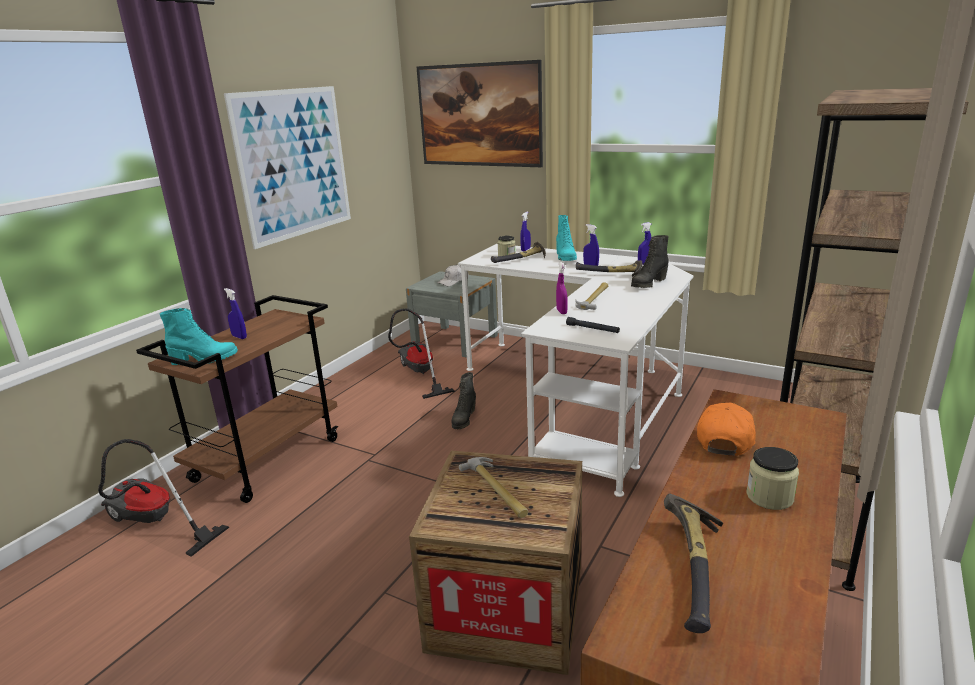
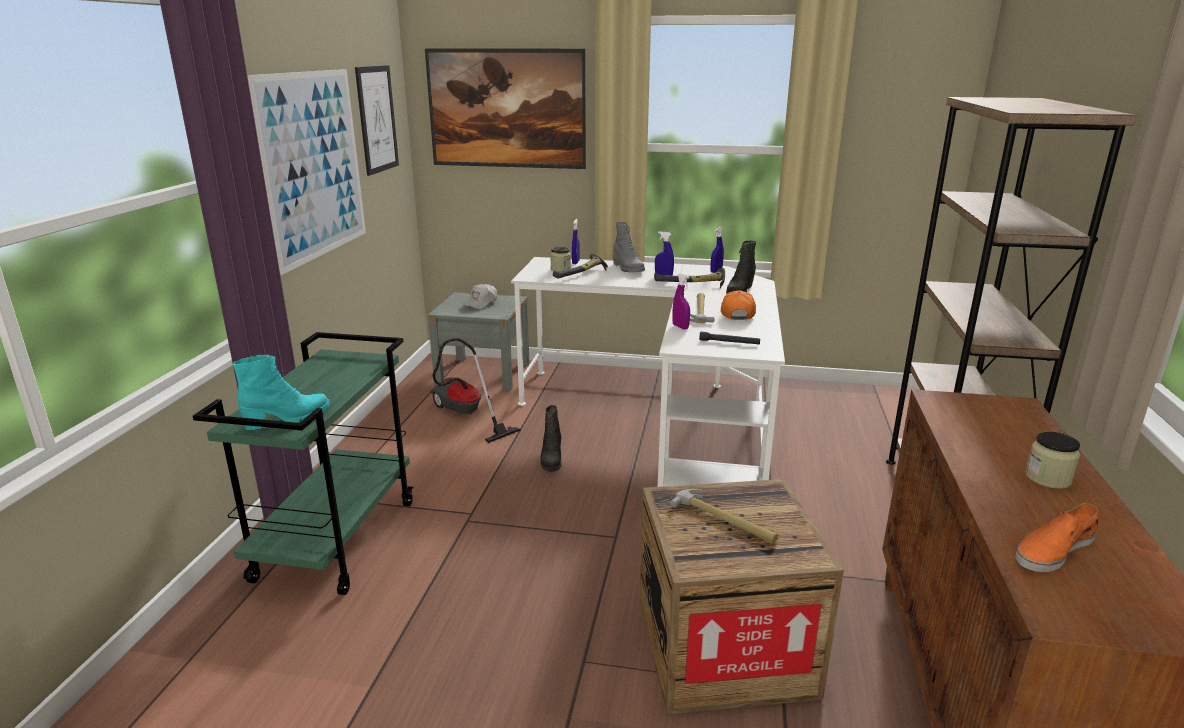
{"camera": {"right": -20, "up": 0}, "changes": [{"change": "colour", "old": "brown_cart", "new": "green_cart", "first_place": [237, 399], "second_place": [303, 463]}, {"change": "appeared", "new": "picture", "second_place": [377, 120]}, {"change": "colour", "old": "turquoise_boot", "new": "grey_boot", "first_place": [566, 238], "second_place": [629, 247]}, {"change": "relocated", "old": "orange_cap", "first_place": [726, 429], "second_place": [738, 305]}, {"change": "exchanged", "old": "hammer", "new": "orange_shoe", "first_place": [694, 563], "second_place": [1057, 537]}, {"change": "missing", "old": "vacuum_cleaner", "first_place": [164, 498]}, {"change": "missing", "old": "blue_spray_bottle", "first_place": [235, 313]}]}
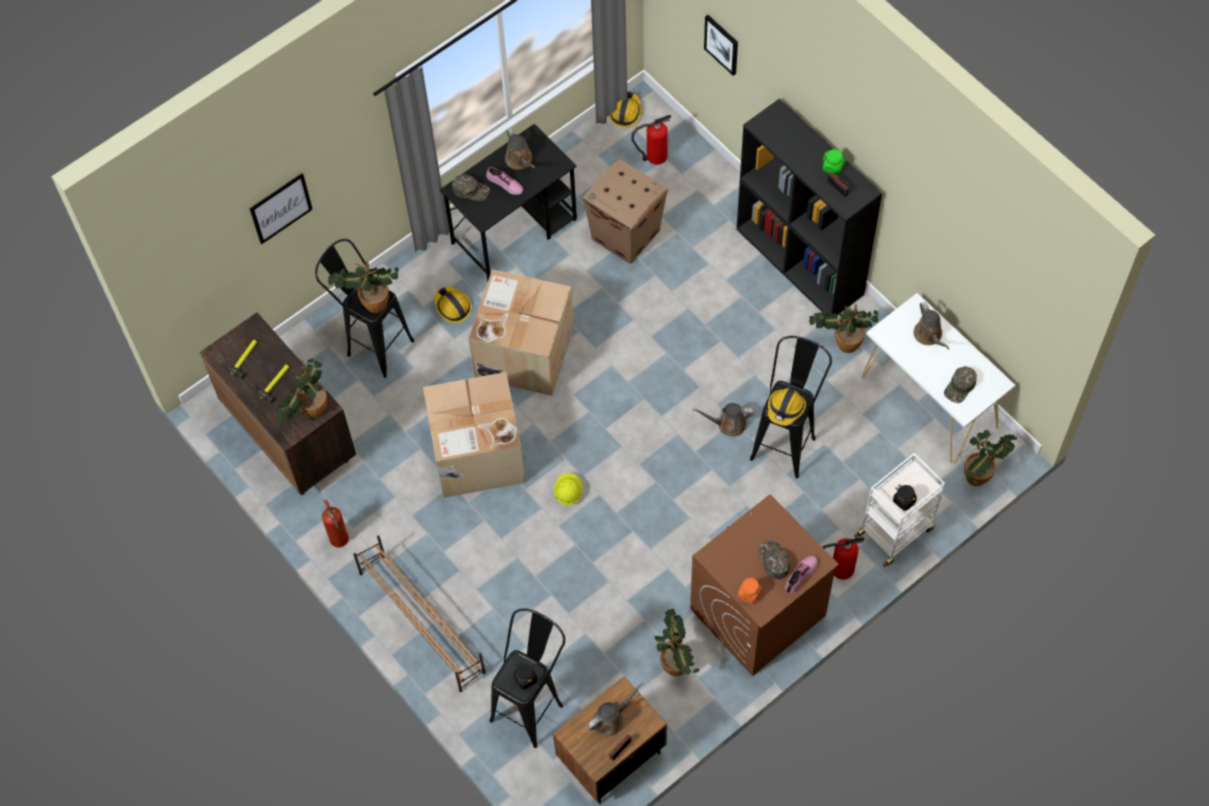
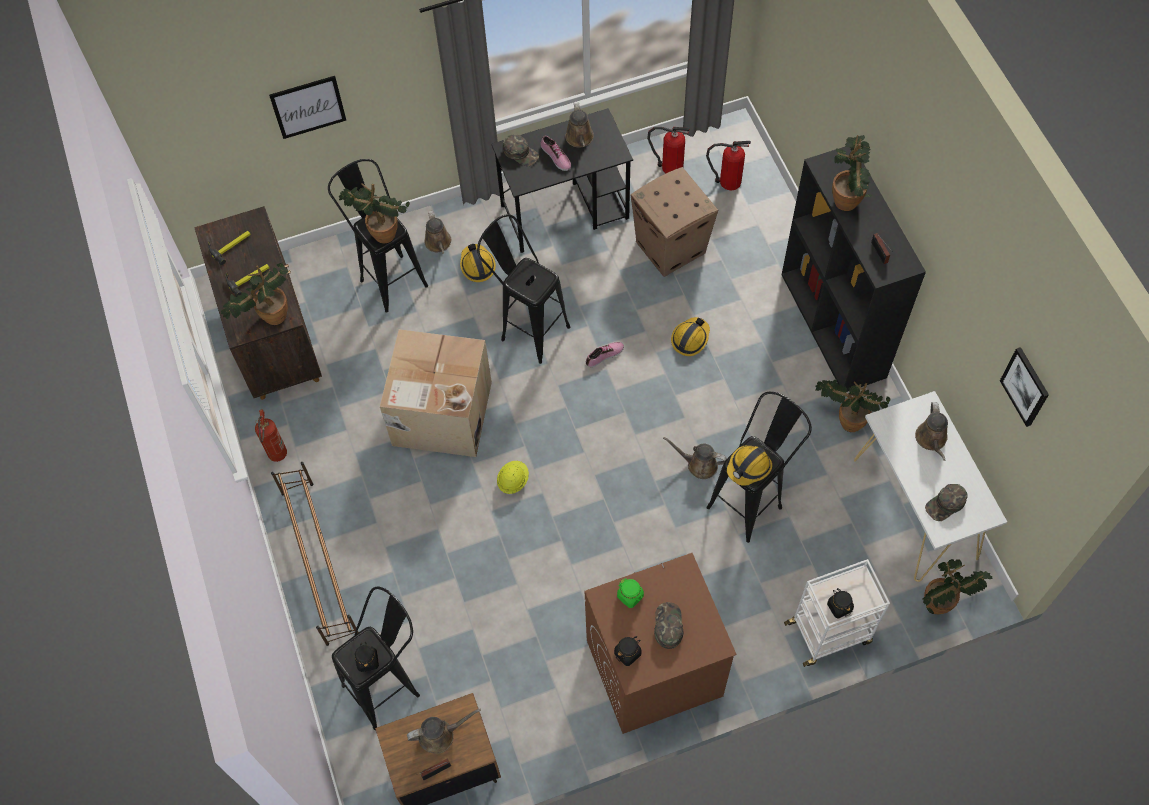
{"camera": {"right": 20, "up": 0}, "changes": [{"change": "appeared", "new": "brown_watering_can", "second_place": [437, 232]}, {"change": "exchanged", "old": "cardboard_box", "new": "black_stool", "first_place": [521, 332], "second_place": [523, 289]}, {"change": "relocated", "old": "shoe", "first_place": [801, 575], "second_place": [605, 354]}, {"change": "colour", "old": "orange_jar", "new": "black_jar", "first_place": [750, 590], "second_place": [628, 651]}, {"change": "relocated", "old": "green_jar", "first_place": [834, 162], "second_place": [630, 593]}, {"change": "relocated", "old": "fire_extinguisher", "first_place": [844, 558], "second_place": [668, 150]}, {"change": "relocated", "old": "hard_hat", "first_place": [625, 110], "second_place": [690, 336]}, {"change": "relocated", "old": "potted_plant", "first_place": [677, 642], "second_place": [852, 173]}, {"change": "relocated", "old": "picture", "first_place": [721, 45], "second_place": [1024, 387]}]}
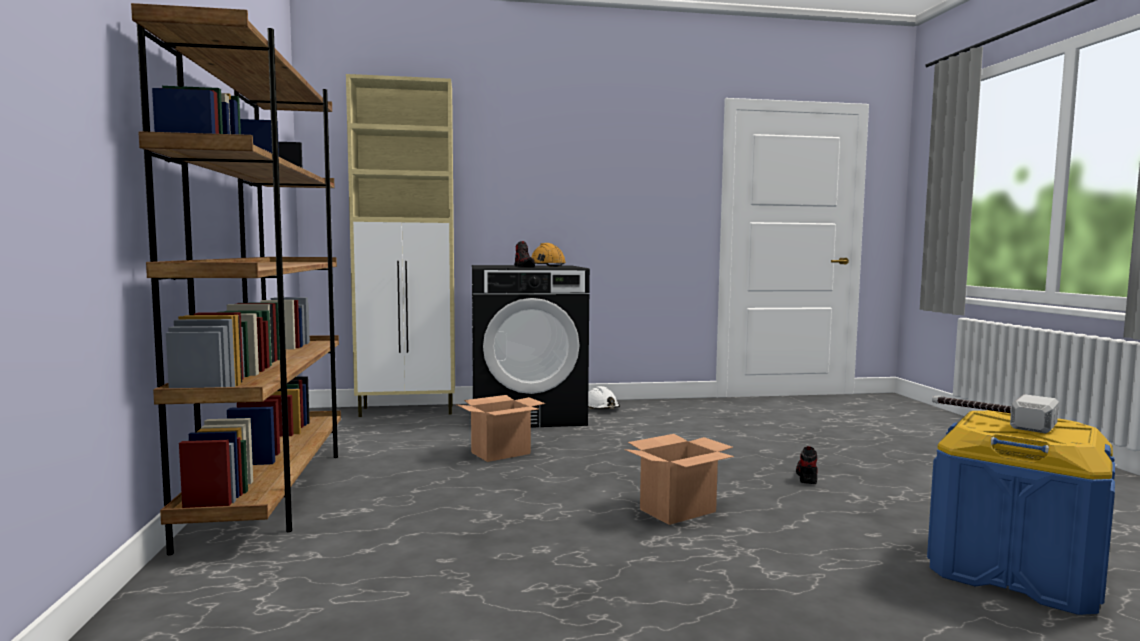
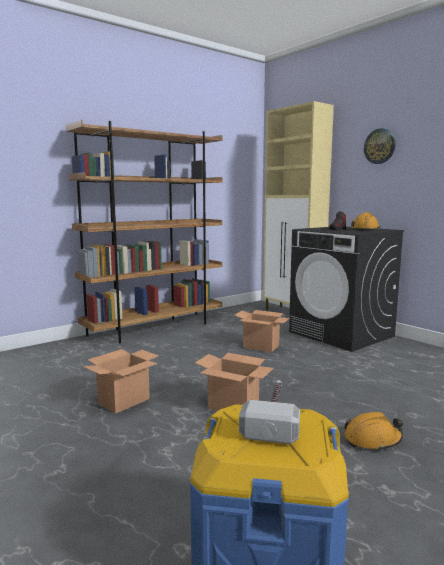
{"camera": {"right": 60, "up": 5}, "changes": [{"change": "appeared", "new": "cardboard_box", "second_place": [121, 381]}, {"change": "exchanged", "old": "shoe", "new": "orange_hard_hat", "first_place": [807, 465], "second_place": [373, 431]}, {"change": "appeared", "new": "wall_clock", "second_place": [380, 146]}, {"change": "missing", "old": "white_hard_hat", "first_place": [604, 397]}]}
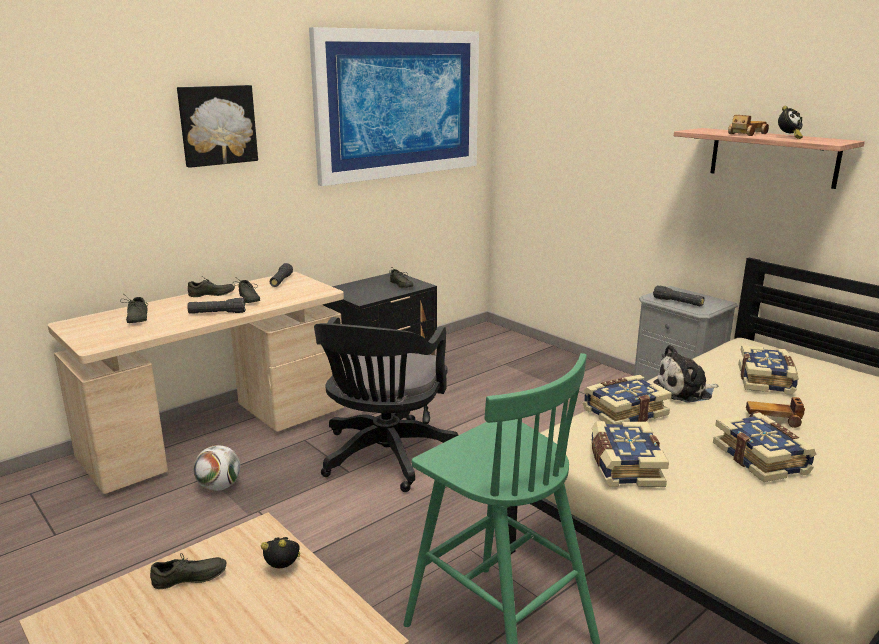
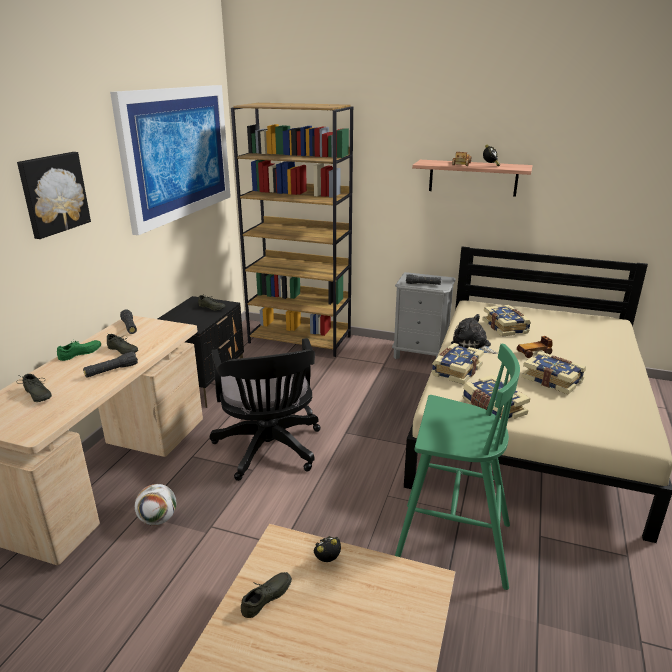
{"camera": {"right": -30, "up": 5}, "changes": [{"change": "colour", "old": "grey_shoe", "new": "green_shoe", "first_place": [211, 286], "second_place": [79, 350]}, {"change": "appeared", "new": "brown_bookcase", "second_place": [292, 230]}, {"change": "spun", "old": "plush_toy", "first_place": [685, 373], "second_place": [474, 334], "degrees": 90}]}
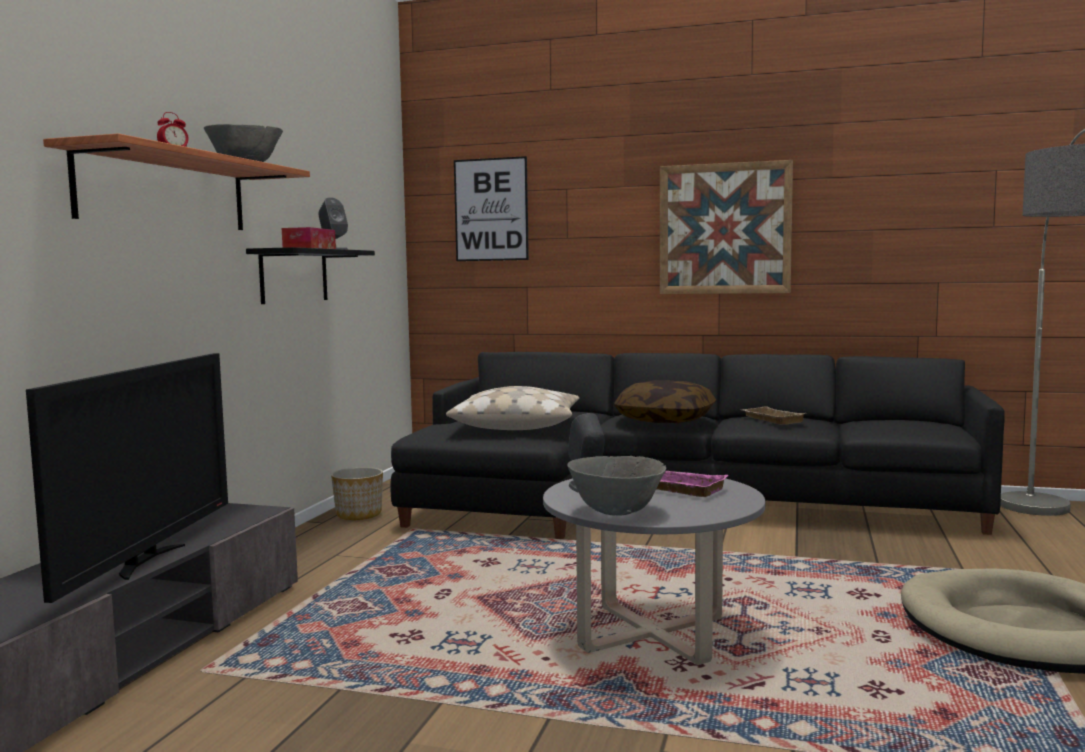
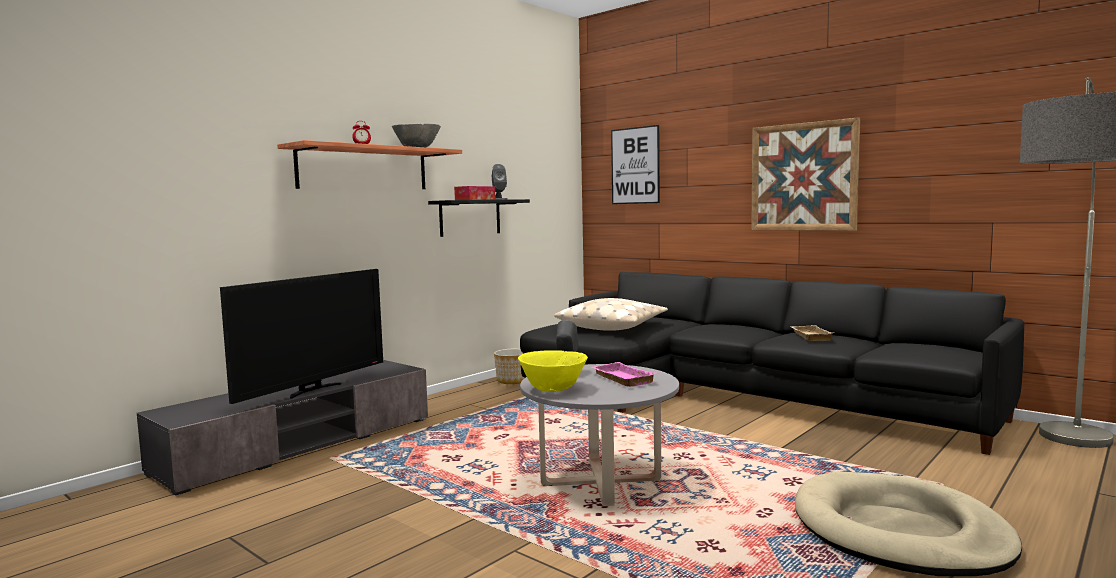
{"camera": {"right": 25, "up": 0}, "changes": [{"change": "colour", "old": "grey_bowl", "new": "yellow_bowl", "first_place": [616, 486], "second_place": [553, 371]}, {"change": "missing", "old": "pillow", "first_place": [665, 401]}]}
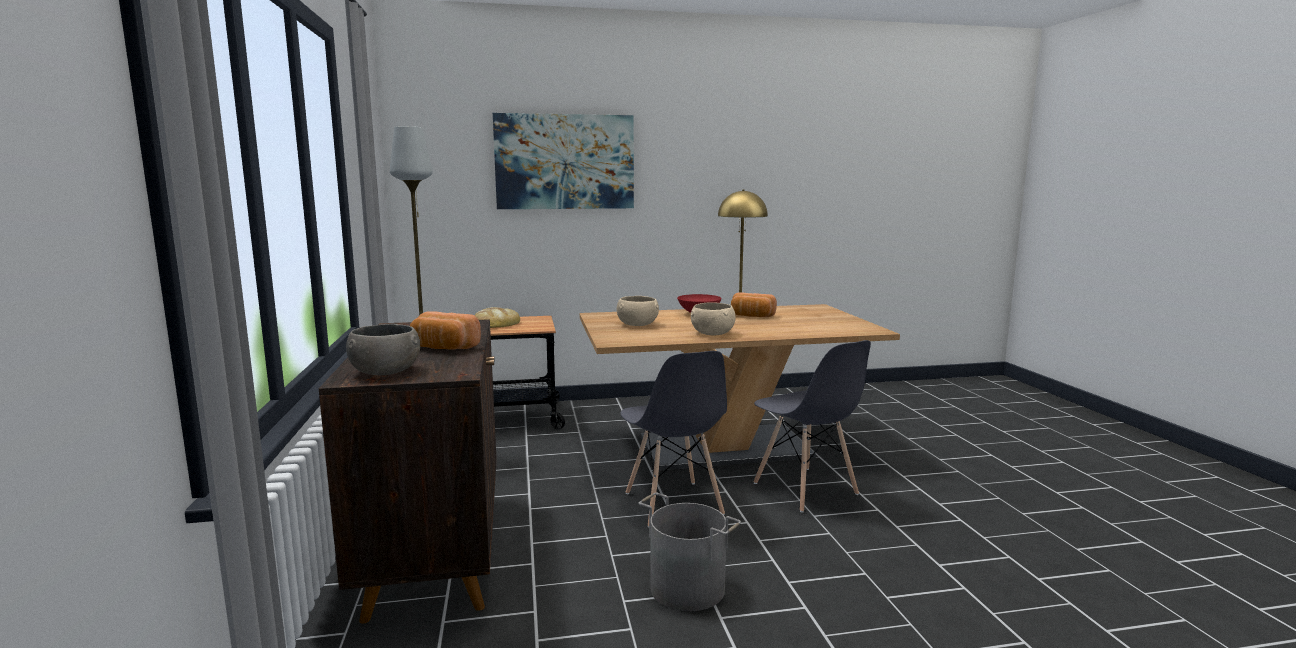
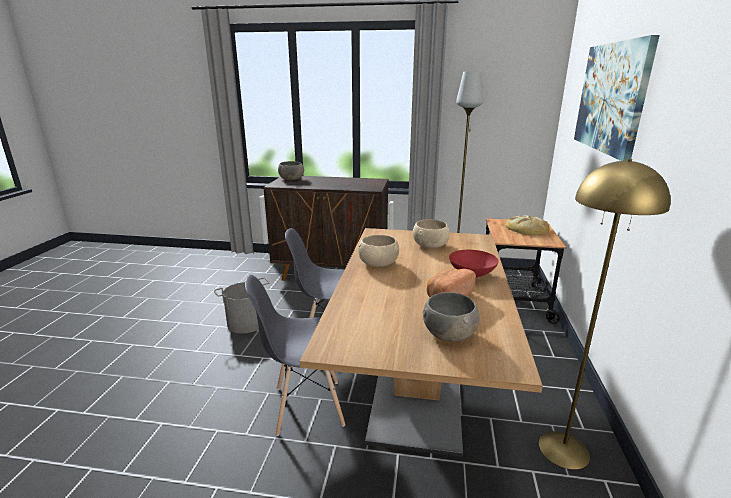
{"camera": {"right": 110, "up": 10}, "changes": [{"change": "appeared", "new": "grey_bowl", "second_place": [451, 317]}, {"change": "missing", "old": "bread", "first_place": [445, 330]}]}
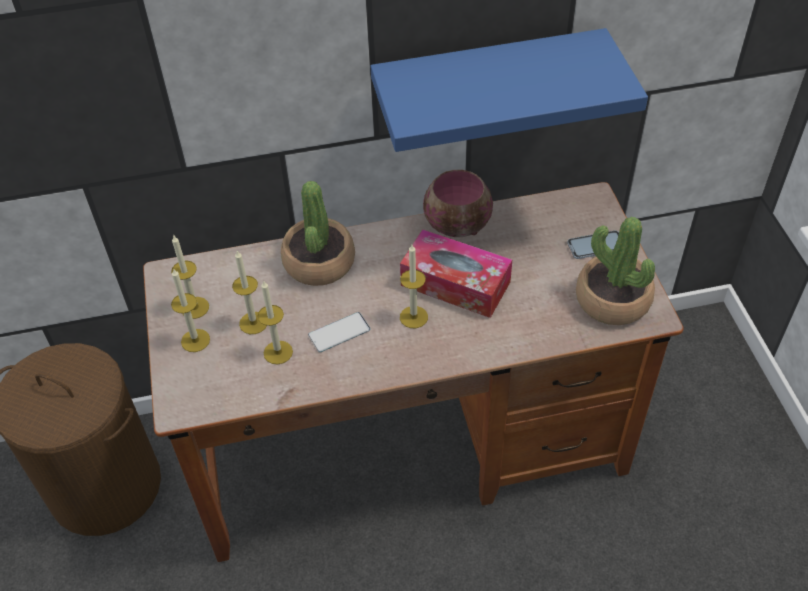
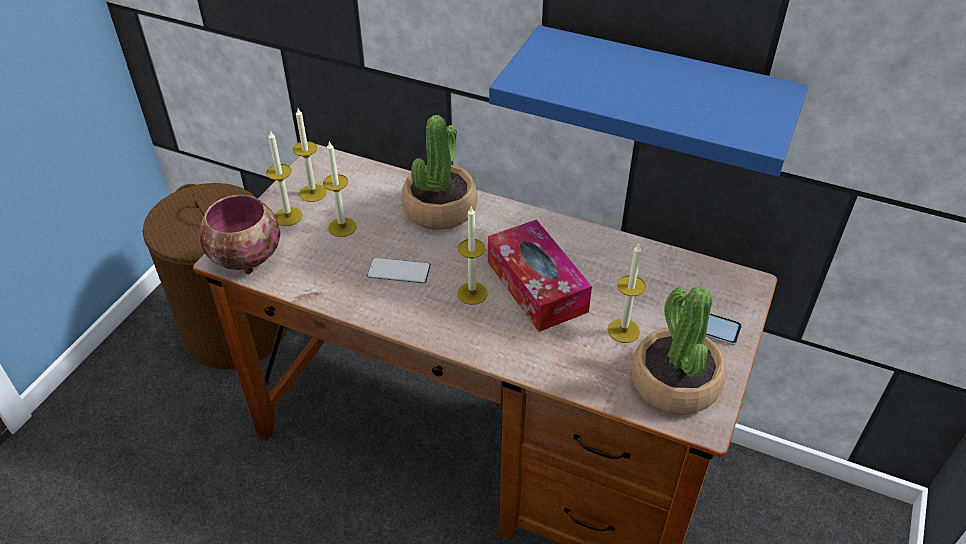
{"camera": {"right": 35, "up": -5}, "changes": [{"change": "relocated", "old": "bowl", "first_place": [458, 203], "second_place": [240, 234]}, {"change": "relocated", "old": "candle", "first_place": [275, 322], "second_place": [627, 293]}]}
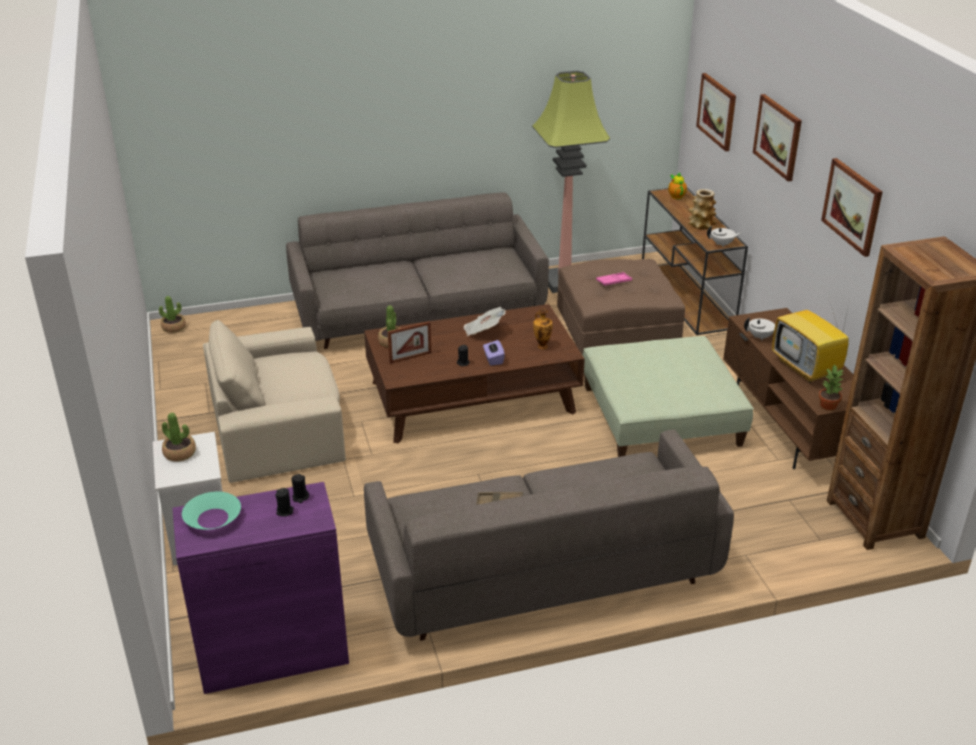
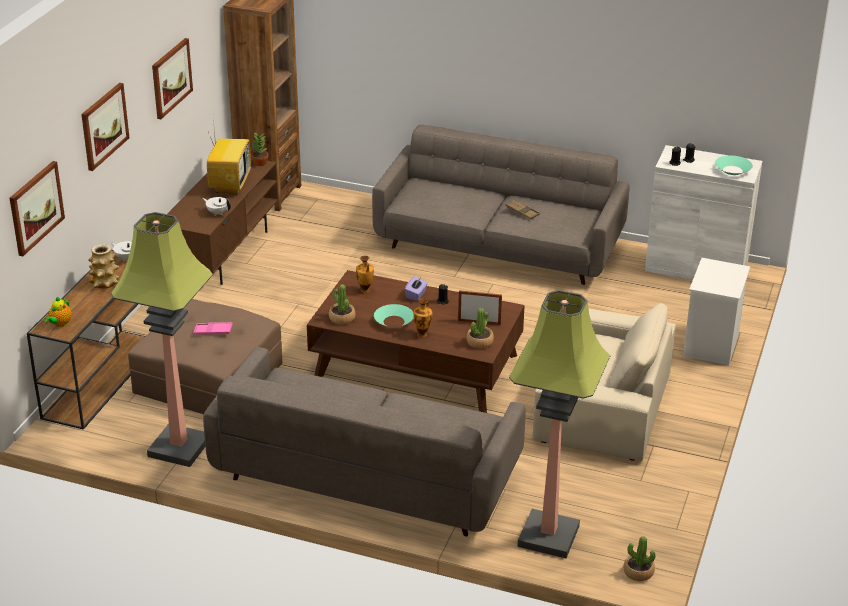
{"camera": {"right": -145, "up": 0}, "changes": [{"change": "relocated", "old": "potted_plant", "first_place": [179, 437], "second_place": [342, 304]}, {"change": "exchanged", "old": "newspaper", "new": "turquoise_bowl", "first_place": [484, 321], "second_place": [394, 316]}, {"change": "appeared", "new": "vase", "second_place": [423, 318]}, {"change": "appeared", "new": "floor_lamp", "second_place": [560, 424]}, {"change": "colour", "old": "purple_cabinet", "new": "white_cabinet", "first_place": [261, 588], "second_place": [703, 212]}, {"change": "missing", "old": "green_ottoman", "first_place": [668, 396]}]}
